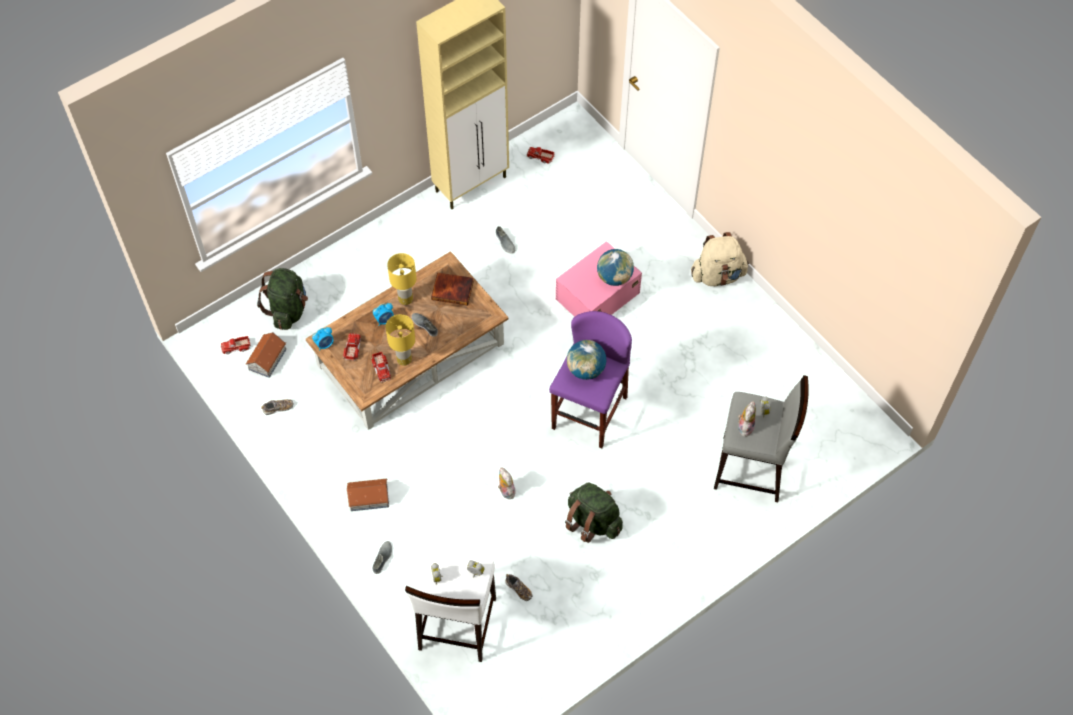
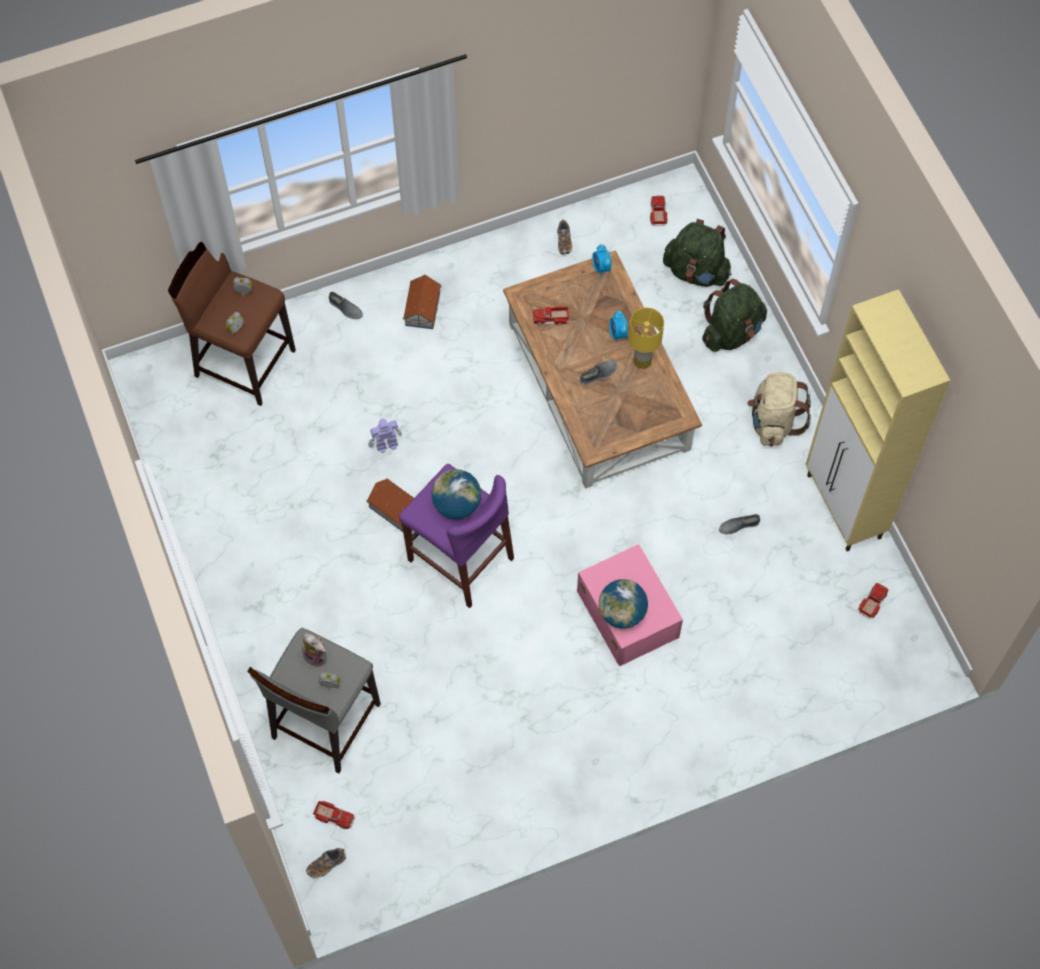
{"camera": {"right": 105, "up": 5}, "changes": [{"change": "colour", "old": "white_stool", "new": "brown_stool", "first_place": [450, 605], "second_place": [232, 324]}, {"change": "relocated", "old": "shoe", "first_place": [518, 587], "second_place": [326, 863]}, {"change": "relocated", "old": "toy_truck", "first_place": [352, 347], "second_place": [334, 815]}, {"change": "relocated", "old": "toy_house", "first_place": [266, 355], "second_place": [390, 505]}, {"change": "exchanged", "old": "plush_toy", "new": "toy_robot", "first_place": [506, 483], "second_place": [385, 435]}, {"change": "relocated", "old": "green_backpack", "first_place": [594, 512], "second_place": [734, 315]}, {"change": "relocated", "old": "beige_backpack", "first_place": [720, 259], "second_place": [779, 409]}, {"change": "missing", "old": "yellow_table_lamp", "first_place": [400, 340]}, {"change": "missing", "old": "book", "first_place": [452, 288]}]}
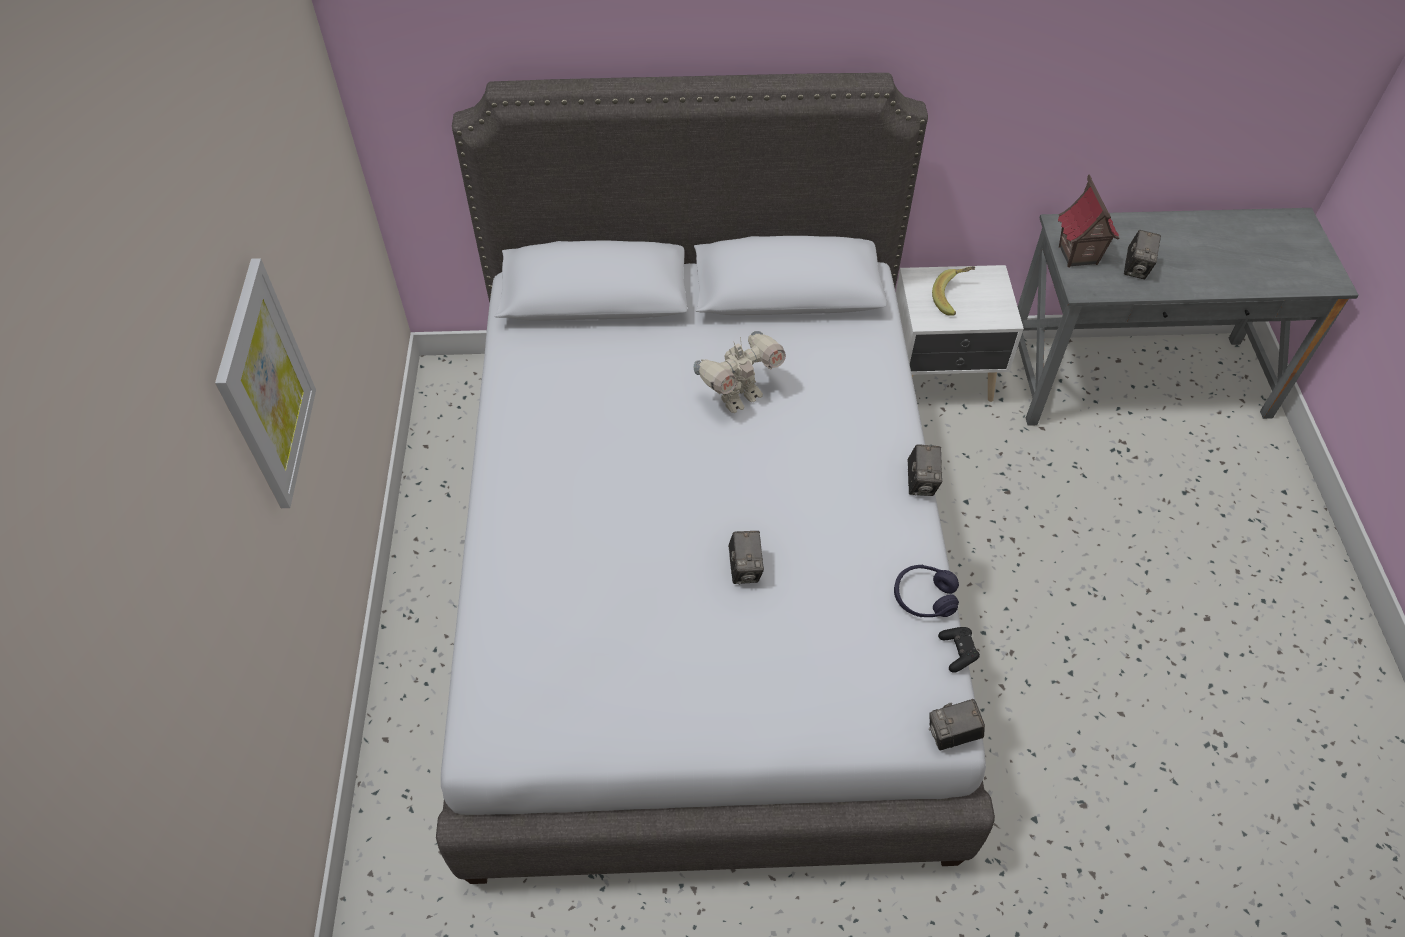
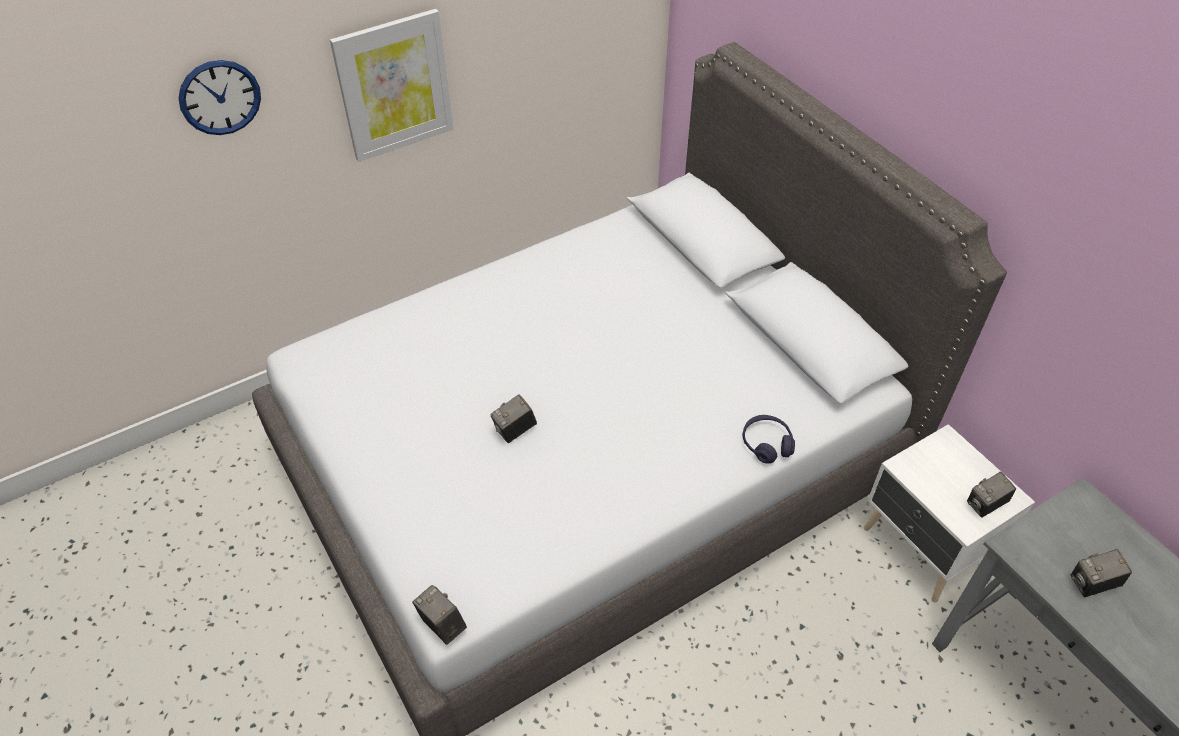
{"camera": {"right": 60, "up": -5}, "changes": [{"change": "appeared", "new": "wall_clock", "second_place": [219, 97]}, {"change": "relocated", "old": "purple_headphones", "first_place": [926, 591], "second_place": [769, 439]}, {"change": "relocated", "old": "photo_camera", "first_place": [925, 470], "second_place": [991, 495]}, {"change": "missing", "old": "toy_robot", "first_place": [740, 372]}, {"change": "missing", "old": "banana", "first_place": [953, 291]}, {"change": "missing", "old": "black_game_controller", "first_place": [959, 650]}, {"change": "missing", "old": "toy_house", "first_place": [1089, 221]}]}
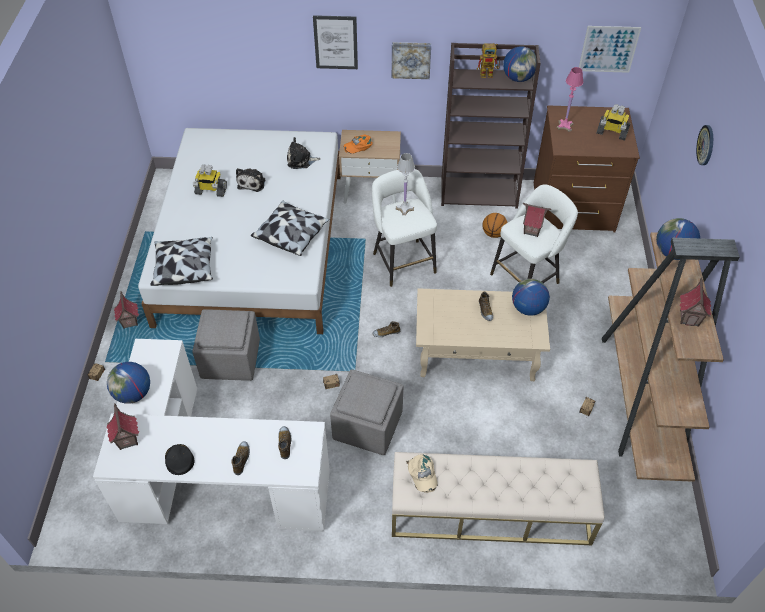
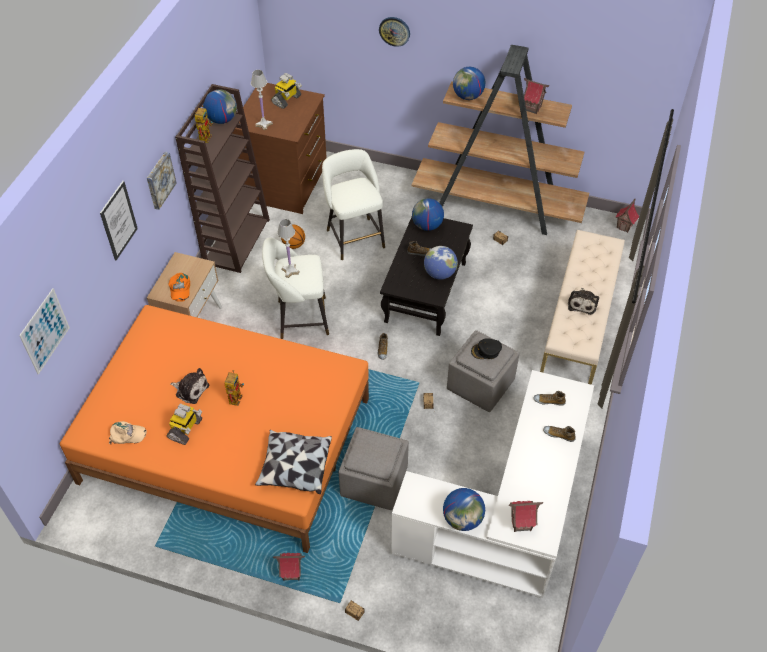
{"camera": {"right": -75, "up": 0}, "changes": [{"change": "relocated", "old": "picture", "first_place": [610, 49], "second_place": [44, 331]}, {"change": "colour", "old": "white_bed", "new": "orange_bed", "first_place": [239, 231], "second_place": [214, 429]}, {"change": "relocated", "old": "beige_cap", "first_place": [422, 474], "second_place": [128, 432]}, {"change": "appeared", "new": "toy_robot", "second_place": [234, 388]}, {"change": "colour", "old": "pink_table_lamp", "new": "white_table_lamp", "first_place": [570, 99], "second_place": [262, 100]}, {"change": "colour", "old": "beige_coffee_table", "new": "black_coffee_table", "first_place": [483, 334], "second_place": [426, 276]}, {"change": "appeared", "new": "globe", "second_place": [441, 262]}, {"change": "relocated", "old": "black_cap", "first_place": [179, 459], "second_place": [486, 348]}, {"change": "relocated", "old": "plush_toy", "first_place": [304, 153], "second_place": [583, 301]}, {"change": "relocated", "old": "toy_house", "first_place": [537, 220], "second_place": [627, 216]}, {"change": "missing", "old": "pillow", "first_place": [290, 228]}]}
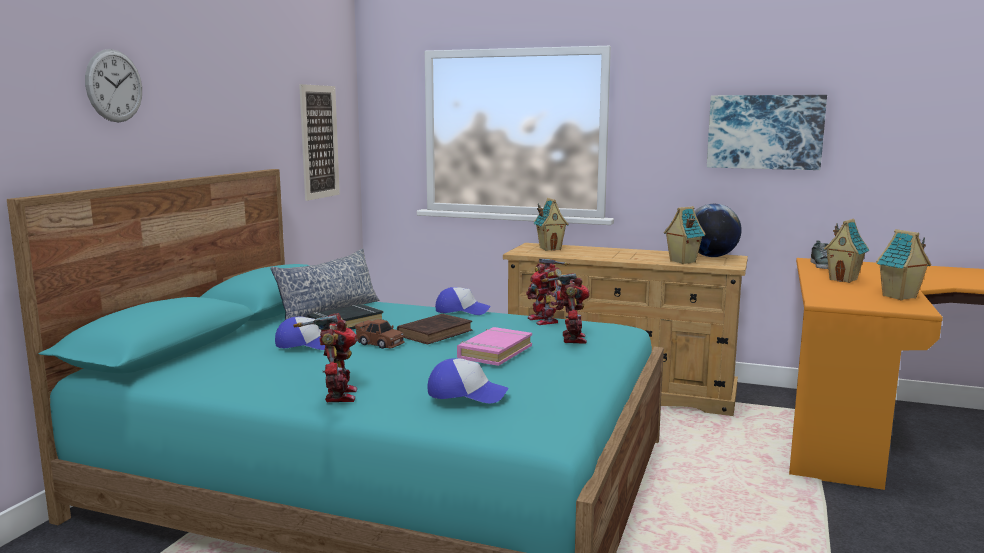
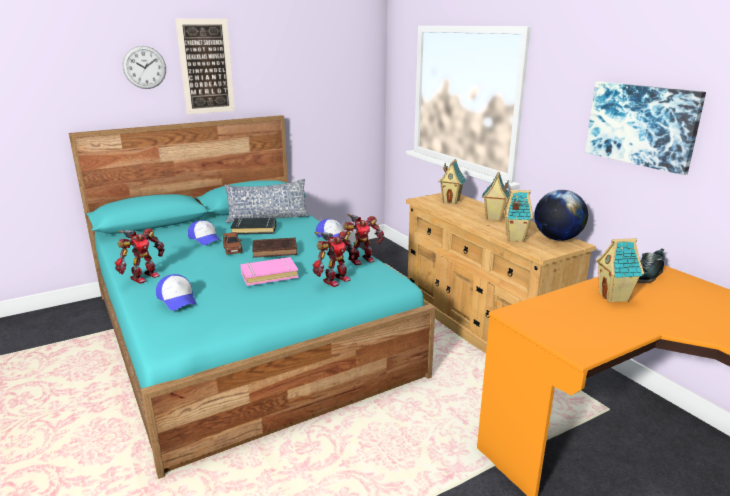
{"camera": {"right": 40, "up": 10}, "changes": [{"change": "relocated", "old": "picture", "first_place": [319, 142], "second_place": [205, 67]}, {"change": "spun", "old": "toy_robot", "first_place": [547, 291], "second_place": [363, 239], "degrees": -135}, {"change": "relocated", "old": "toy_house", "first_place": [903, 265], "second_place": [496, 196]}]}
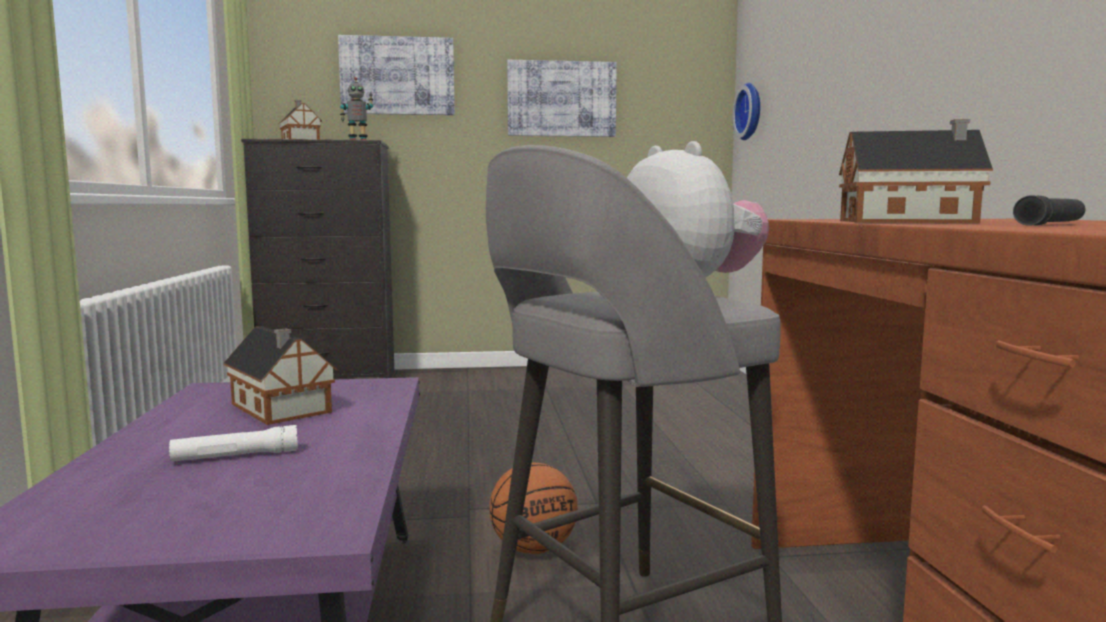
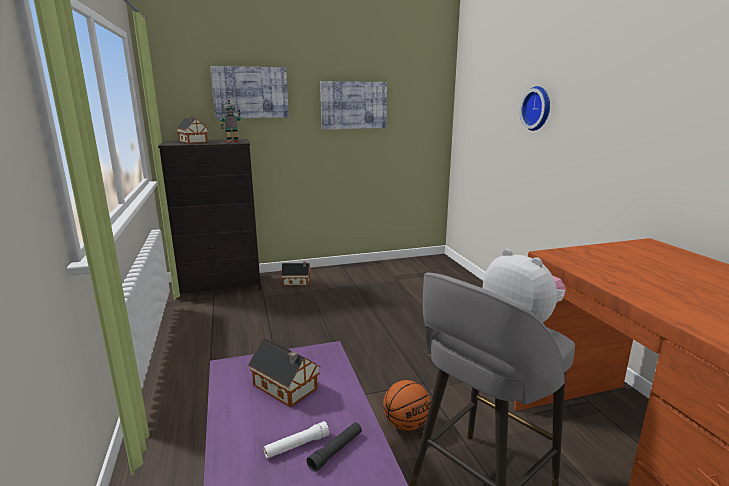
{"camera": {"right": -10, "up": 10}, "changes": [{"change": "relocated", "old": "toy_house", "first_place": [916, 171], "second_place": [296, 274]}, {"change": "relocated", "old": "black_flashlight", "first_place": [1049, 210], "second_place": [334, 447]}, {"change": "relocated", "old": "wall_clock", "first_place": [746, 111], "second_place": [535, 108]}]}
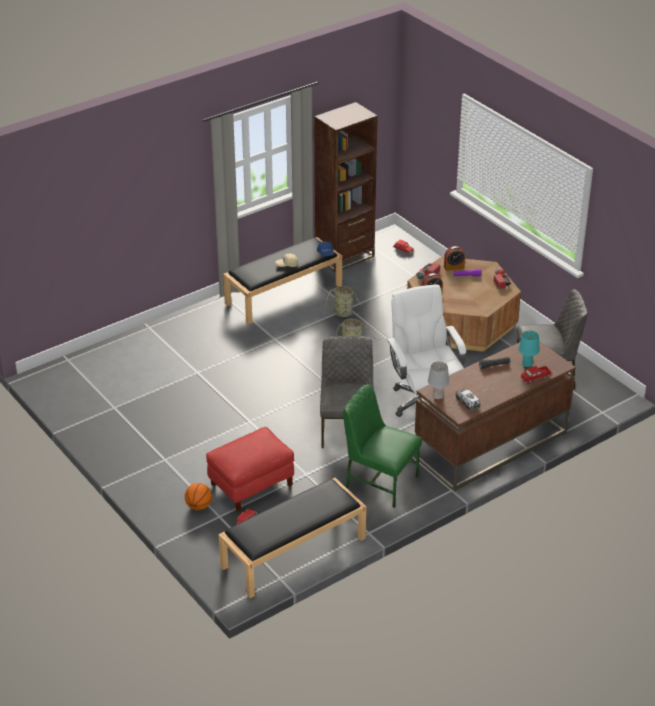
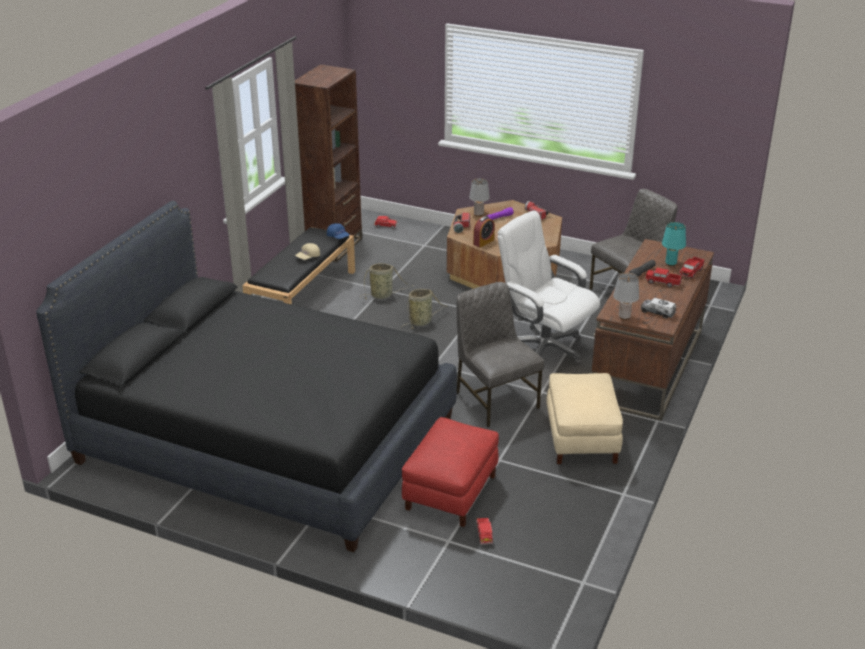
{"camera": {"right": -30, "up": -5}, "changes": [{"change": "appeared", "new": "black_bed", "second_place": [246, 376]}, {"change": "exchanged", "old": "alarm_clock", "new": "grey_table_lamp", "first_place": [454, 258], "second_place": [479, 197]}, {"change": "exchanged", "old": "green_chair", "new": "beige_ottoman", "first_place": [382, 446], "second_place": [584, 418]}, {"change": "appeared", "new": "toy_truck", "second_place": [663, 277]}, {"change": "missing", "old": "basketball", "first_place": [198, 496]}, {"change": "missing", "old": "black_bench", "first_place": [292, 538]}]}
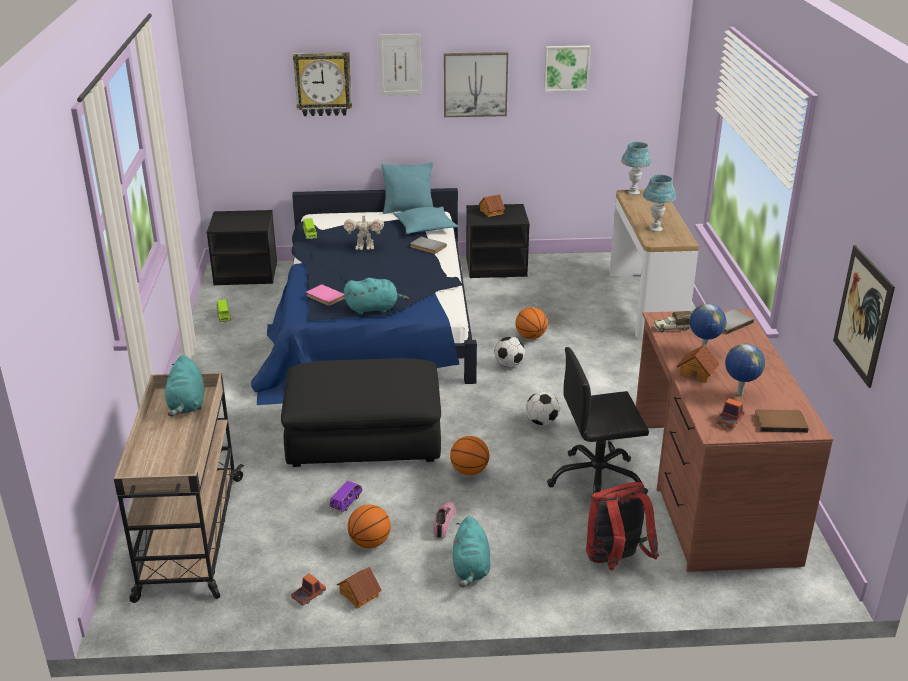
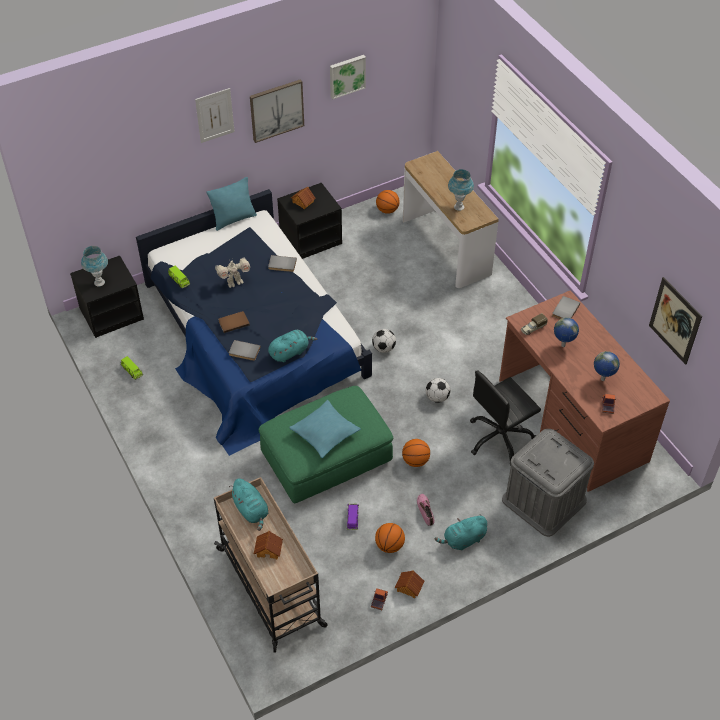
{"camera": {"right": -25, "up": 20}, "changes": [{"change": "relocated", "old": "blue_table_lamp", "first_place": [636, 168], "second_place": [94, 266]}, {"change": "relocated", "old": "brown_book", "first_place": [781, 421], "second_place": [234, 322]}, {"change": "colour", "old": "pink_book", "new": "grey_book", "first_place": [325, 295], "second_place": [245, 350]}, {"change": "relocated", "old": "toy_house", "first_place": [698, 363], "second_place": [268, 545]}, {"change": "colour", "old": "black_ottoman", "new": "green_ottoman", "first_place": [361, 412], "second_place": [326, 444]}, {"change": "relocated", "old": "turquoise_pillow", "first_place": [425, 220], "second_place": [325, 429]}, {"change": "relocated", "old": "basketball", "first_place": [532, 323], "second_place": [388, 202]}, {"change": "spun", "old": "turquoise_plush_toy", "first_place": [472, 551], "second_place": [461, 532], "degrees": 90}, {"change": "exchanged", "old": "red_backpack", "new": "grey_storage_box", "first_place": [622, 526], "second_place": [548, 483]}, {"change": "missing", "old": "wall_clock", "first_place": [322, 84]}]}
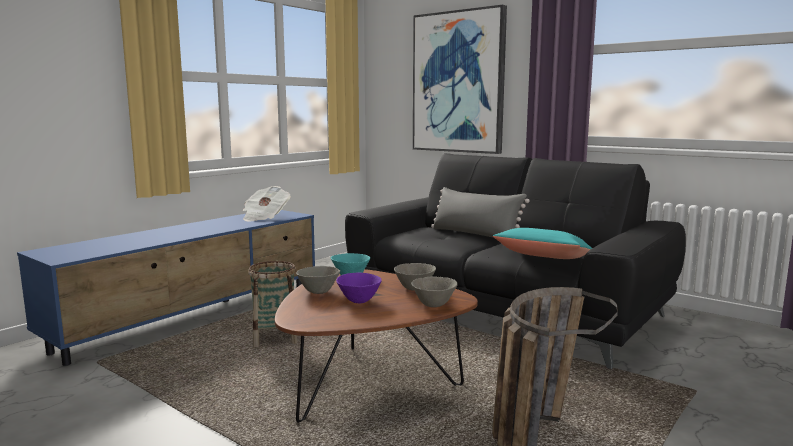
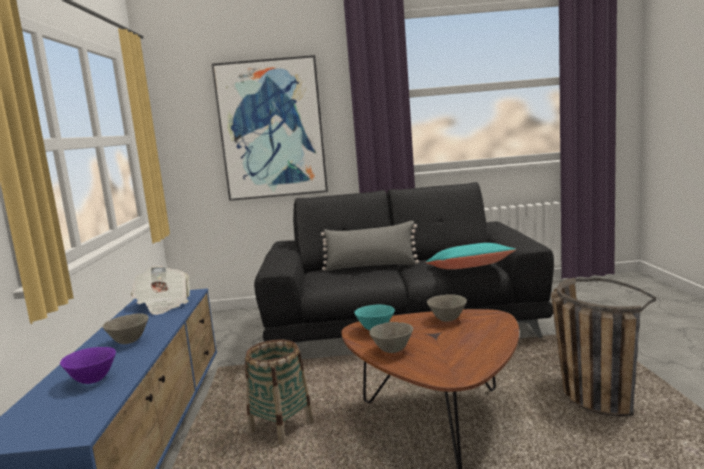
{"camera": {"right": -40, "up": 0}, "changes": [{"change": "relocated", "old": "purple_bowl", "first_place": [359, 288], "second_place": [88, 365]}, {"change": "relocated", "old": "grey_bowl", "first_place": [434, 291], "second_place": [126, 328]}]}
